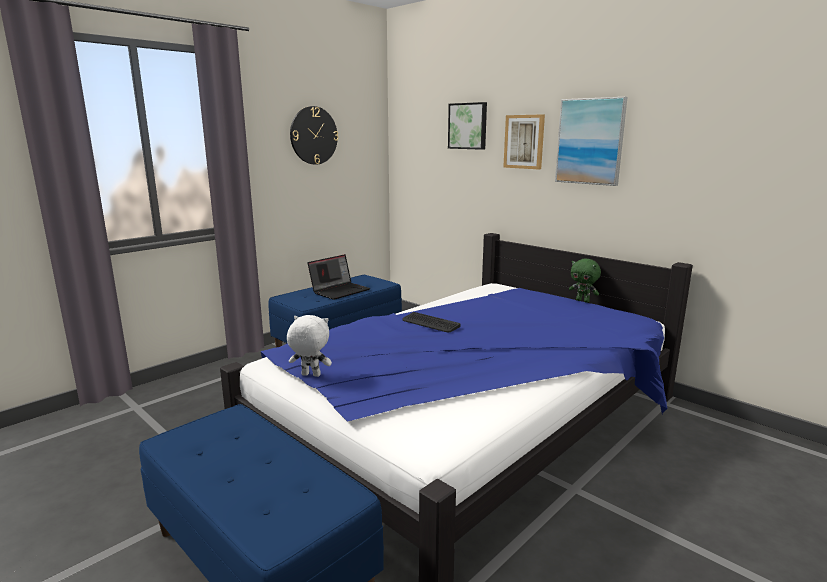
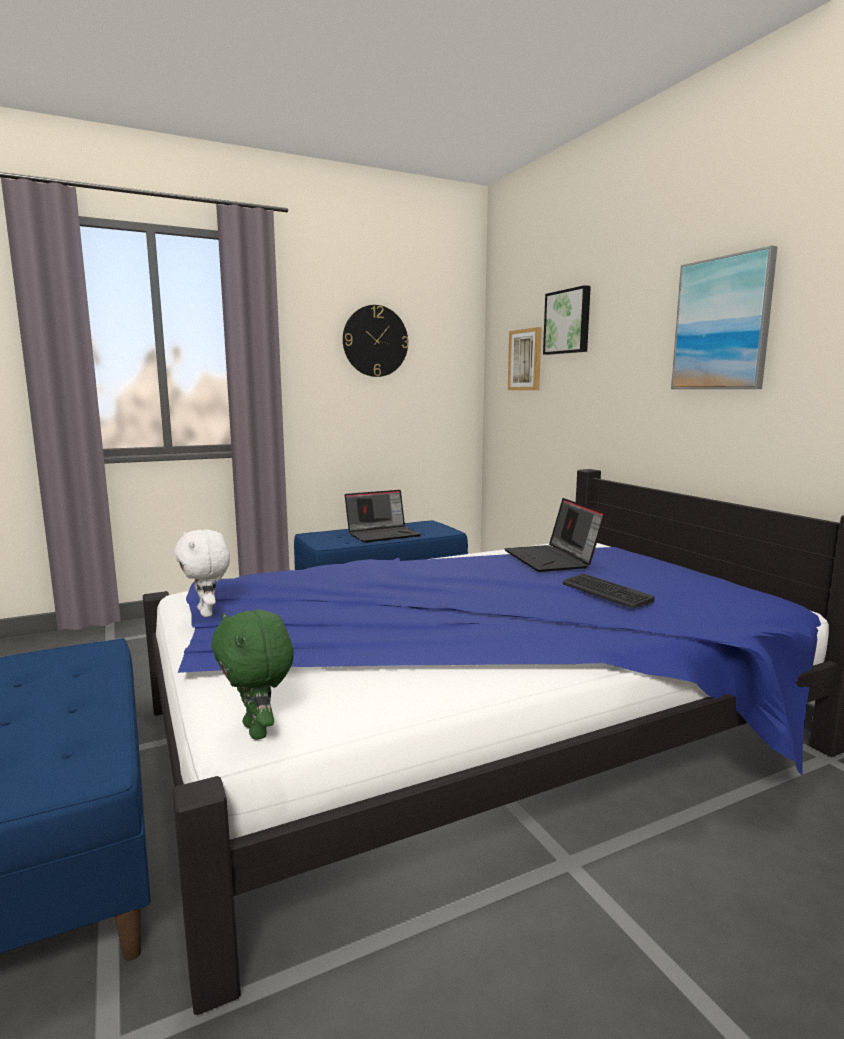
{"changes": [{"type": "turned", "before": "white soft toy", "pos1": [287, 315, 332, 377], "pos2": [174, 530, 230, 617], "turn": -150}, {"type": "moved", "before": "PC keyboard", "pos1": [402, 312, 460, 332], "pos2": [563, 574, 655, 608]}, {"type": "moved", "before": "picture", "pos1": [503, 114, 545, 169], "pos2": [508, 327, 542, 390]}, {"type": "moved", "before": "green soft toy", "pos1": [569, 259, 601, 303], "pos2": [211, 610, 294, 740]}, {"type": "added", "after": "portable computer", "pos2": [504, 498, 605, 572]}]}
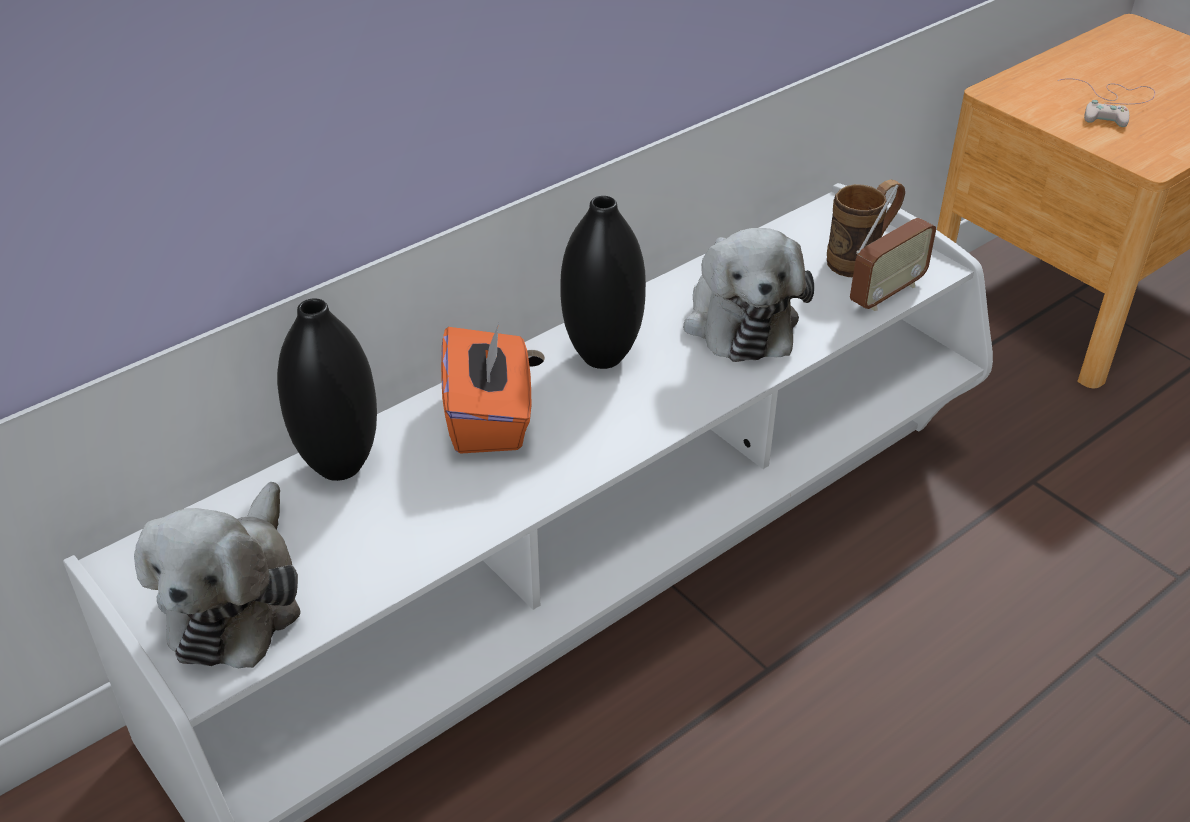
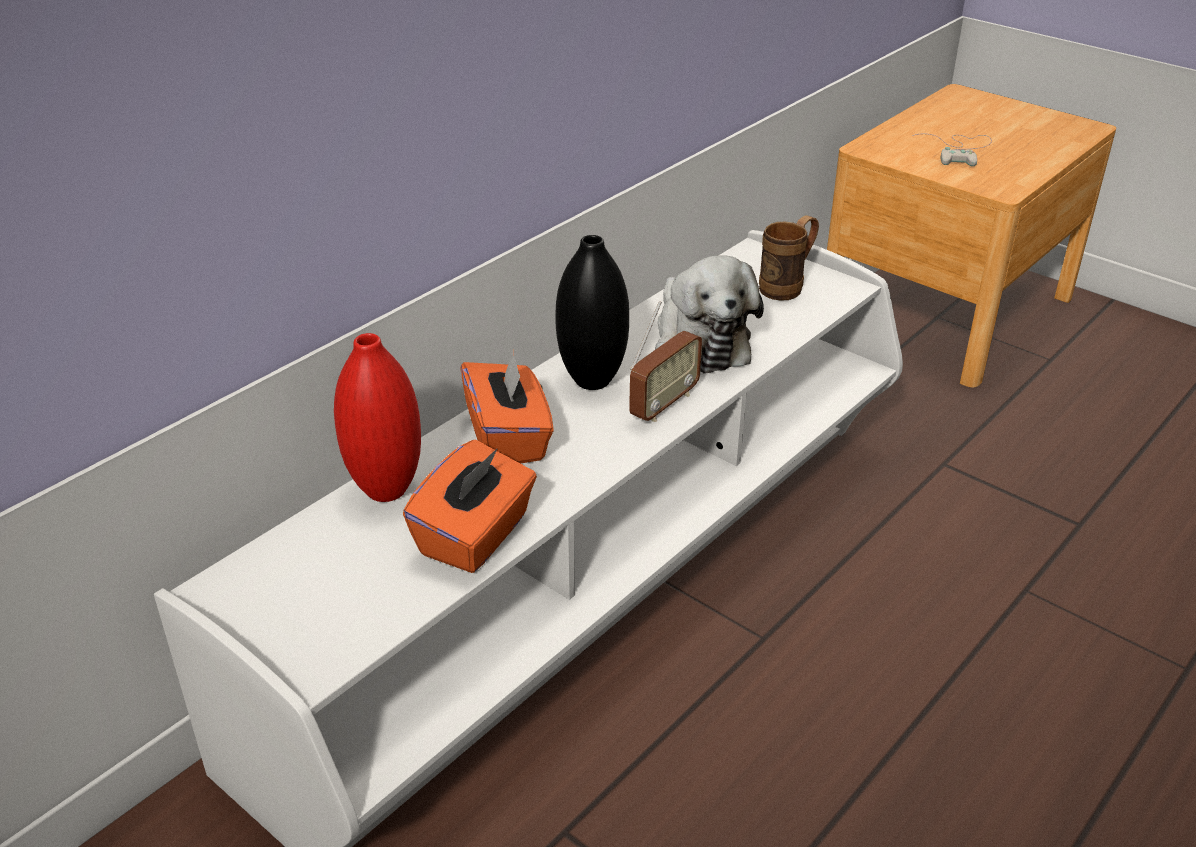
{"changes": [{"type": "removed", "before": "soft toy", "pos1": [134, 482, 301, 668]}, {"type": "recoloured", "before": "black flower vase", "after": "red-coloured flower vase", "pos1": [277, 298, 377, 481], "pos2": [334, 333, 421, 502]}, {"type": "moved", "before": "radio set", "pos1": [850, 184, 936, 311], "pos2": [629, 301, 702, 422]}, {"type": "added", "after": "orange-coloured tissue box", "pos2": [403, 439, 537, 573]}]}
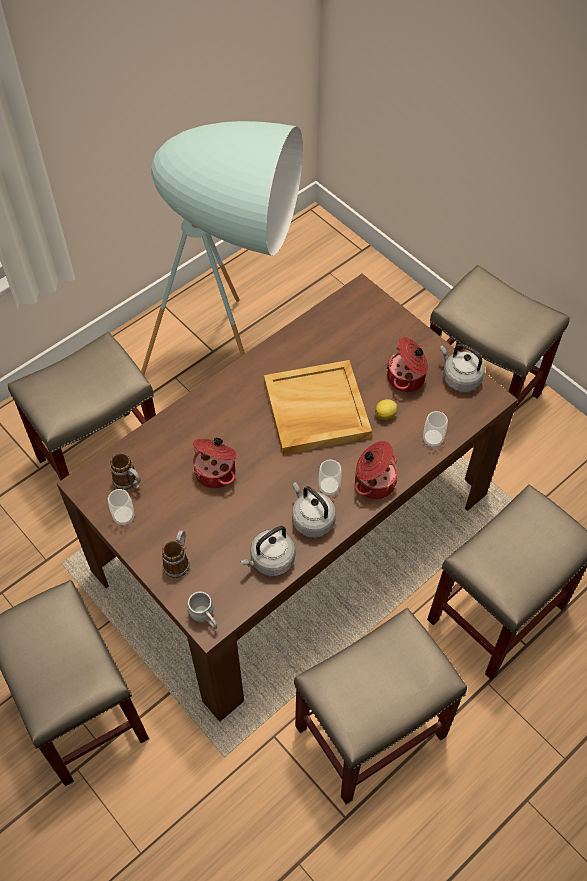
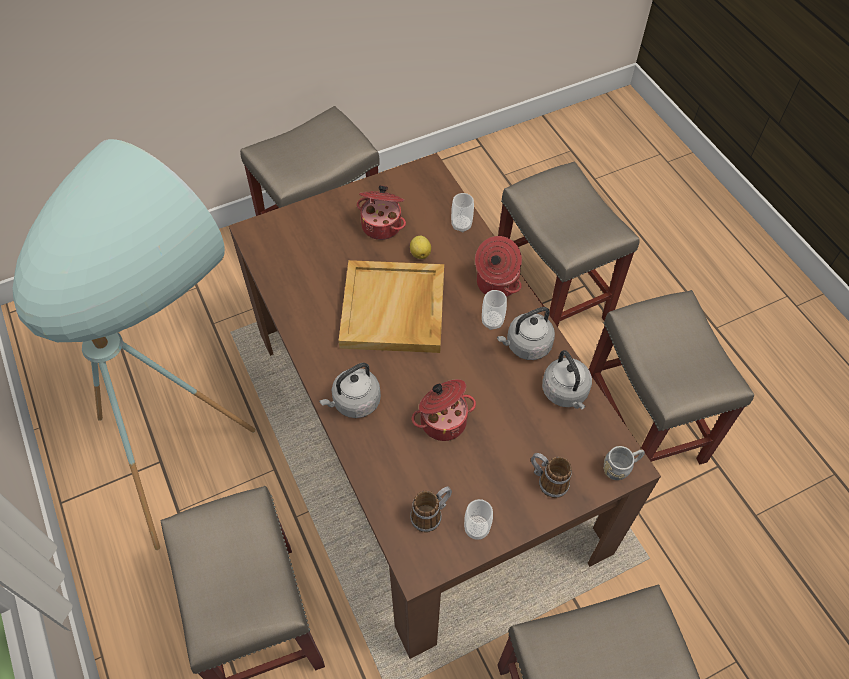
{"changes": [{"type": "moved", "before": "grey kettle", "pos1": [440, 344, 485, 392], "pos2": [319, 363, 381, 418]}]}
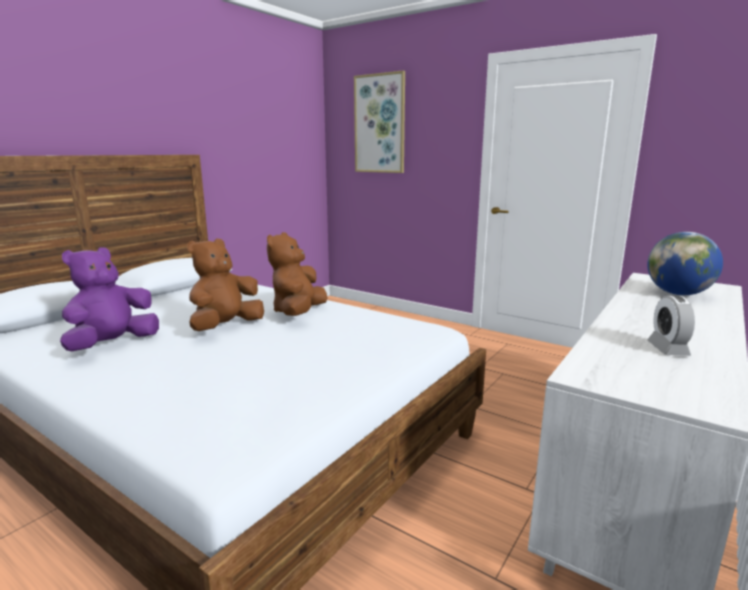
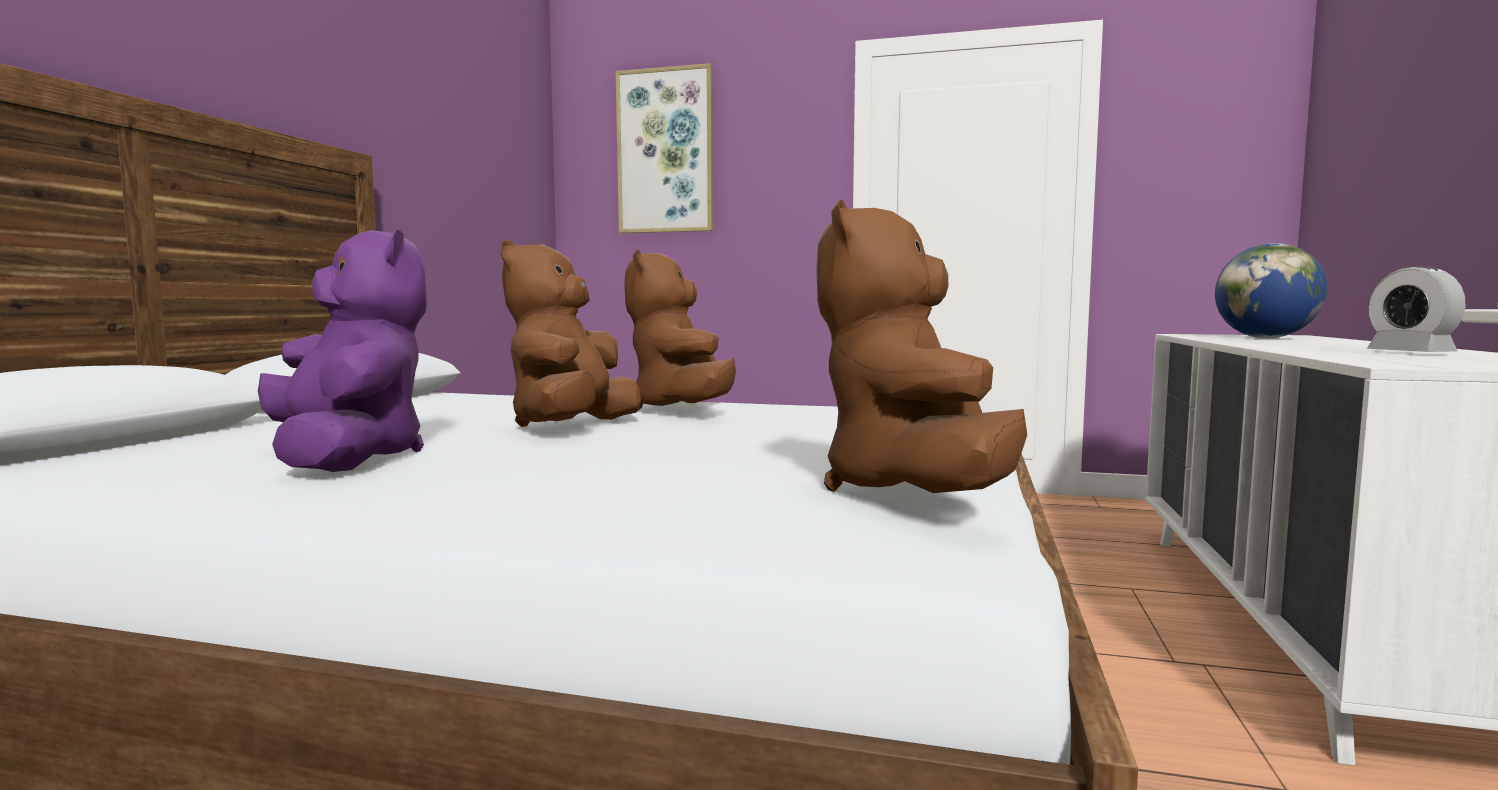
{"changes": [{"type": "turned", "before": "purple-coloured soft toy", "pos1": [60, 247, 159, 351], "pos2": [258, 229, 427, 472], "turn": 135}, {"type": "added", "after": "brown-coloured soft toy", "pos2": [816, 199, 1027, 493]}]}
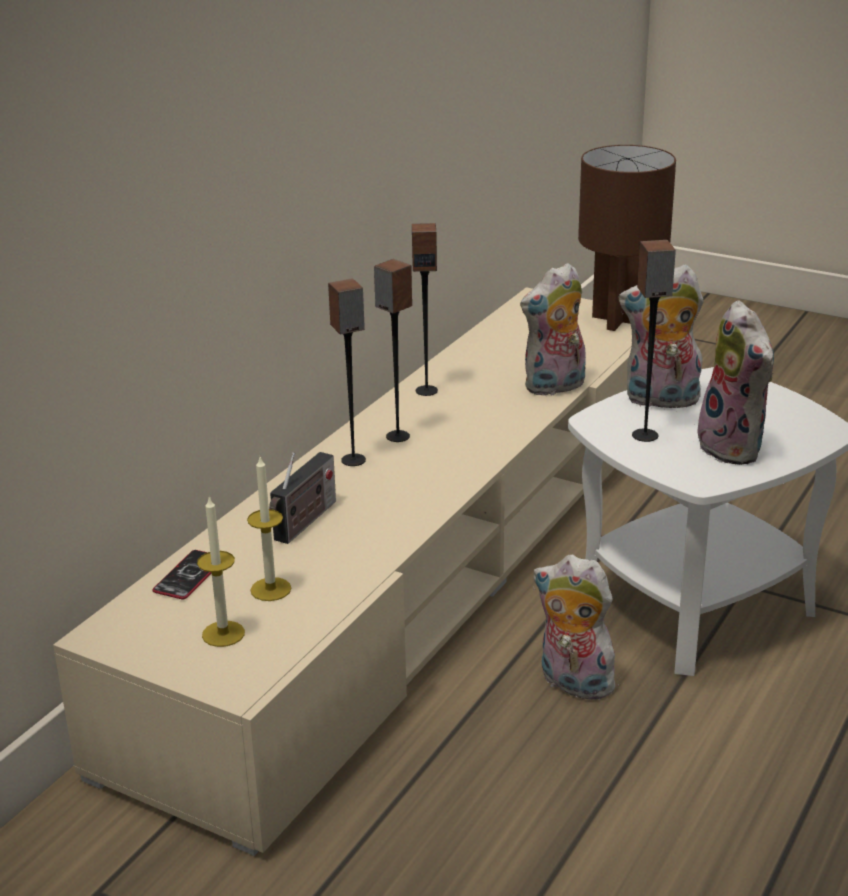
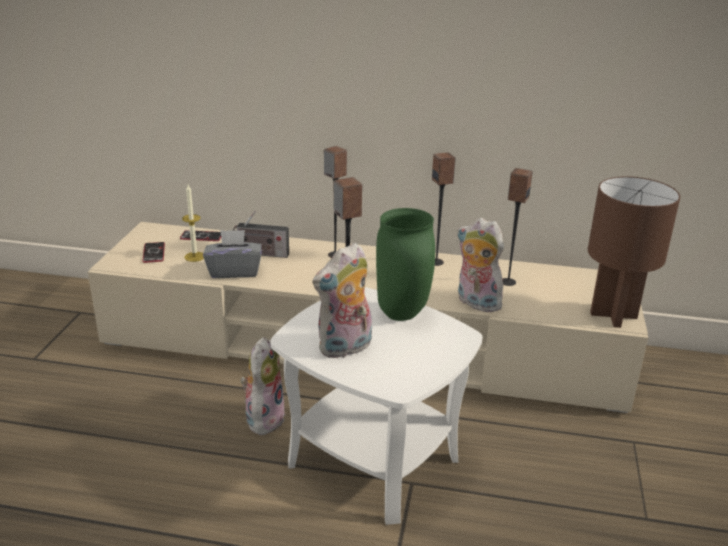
{"changes": [{"type": "replaced", "before": "wax light", "after": "telephone", "pos1": [197, 496, 245, 647], "pos2": [142, 242, 165, 263]}, {"type": "moved", "before": "speaker", "pos1": [374, 259, 412, 442], "pos2": [503, 168, 533, 286]}, {"type": "replaced", "before": "soft toy", "after": "green flower vase", "pos1": [619, 264, 704, 412], "pos2": [376, 208, 435, 321]}, {"type": "added", "after": "grey tissue box", "pos2": [203, 230, 262, 278]}]}
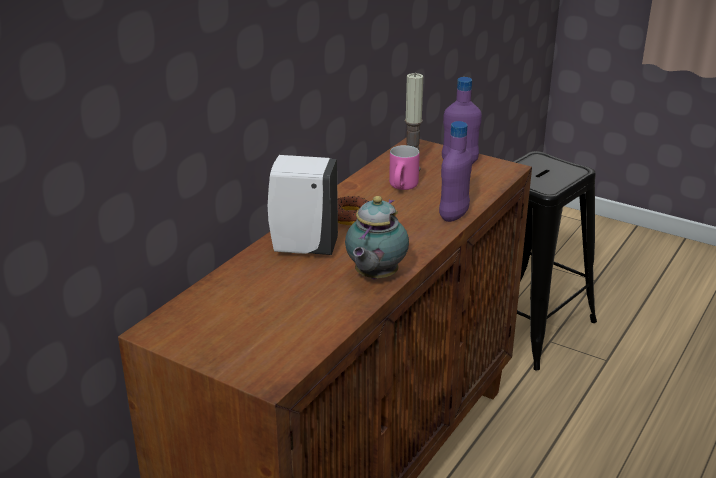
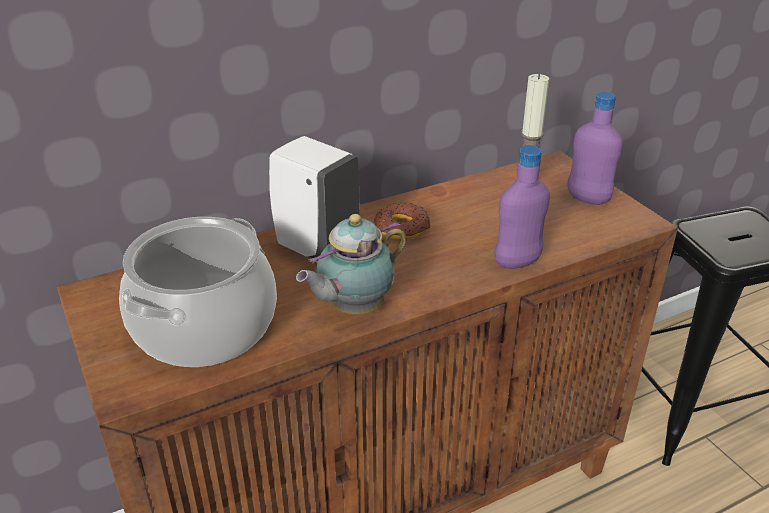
{"changes": [{"type": "removed", "before": "pink coffee mug", "pos1": [389, 145, 420, 190]}, {"type": "added", "after": "cooking pot", "pos2": [119, 217, 277, 367]}]}
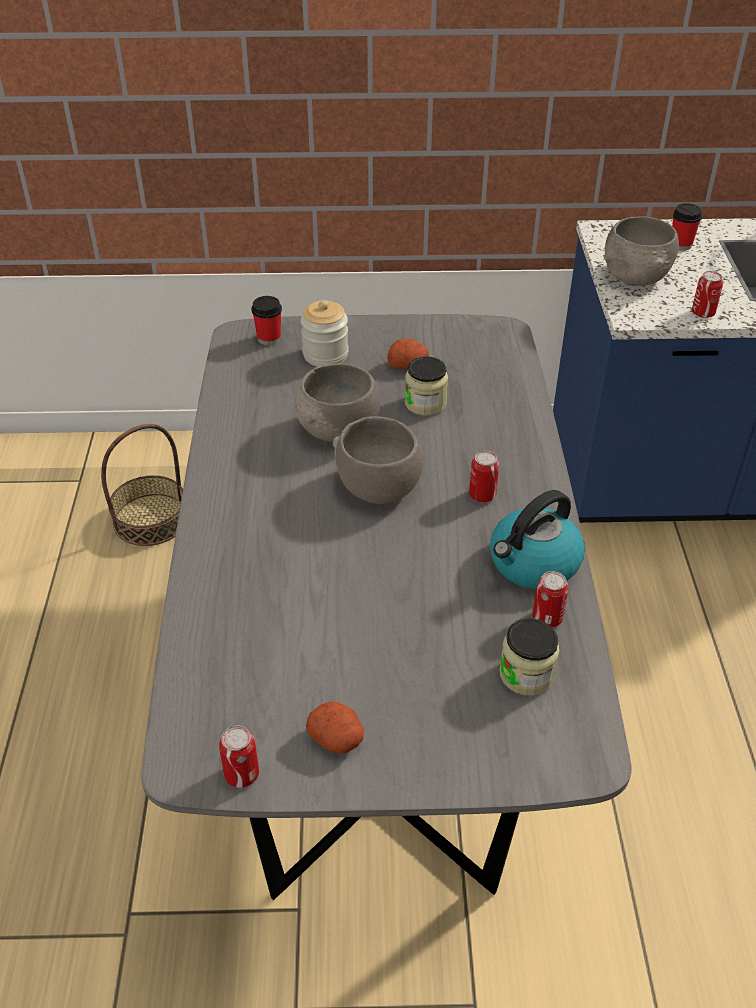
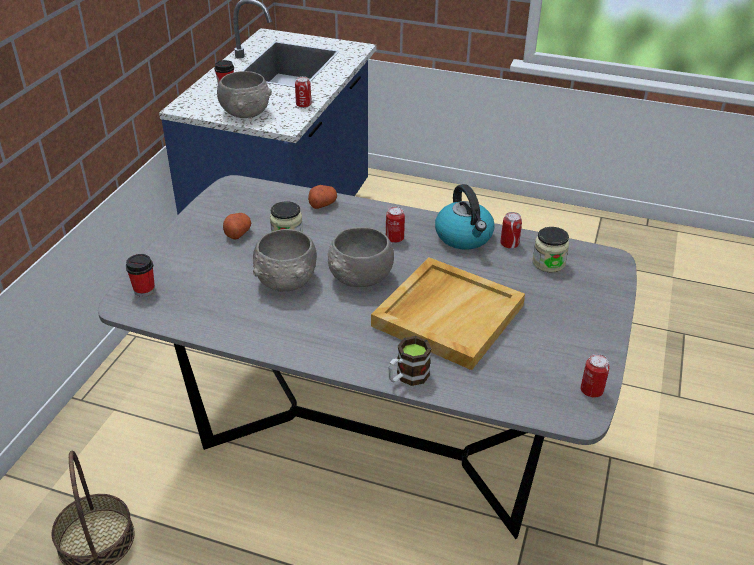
{"changes": [{"type": "removed", "before": "storage jar", "pos1": [301, 300, 348, 366]}, {"type": "moved", "before": "whole potato", "pos1": [306, 702, 364, 754], "pos2": [308, 185, 337, 209]}, {"type": "added", "after": "sand-coloured serving tray", "pos2": [371, 257, 525, 370]}, {"type": "added", "after": "coffee mug", "pos2": [388, 336, 431, 386]}]}
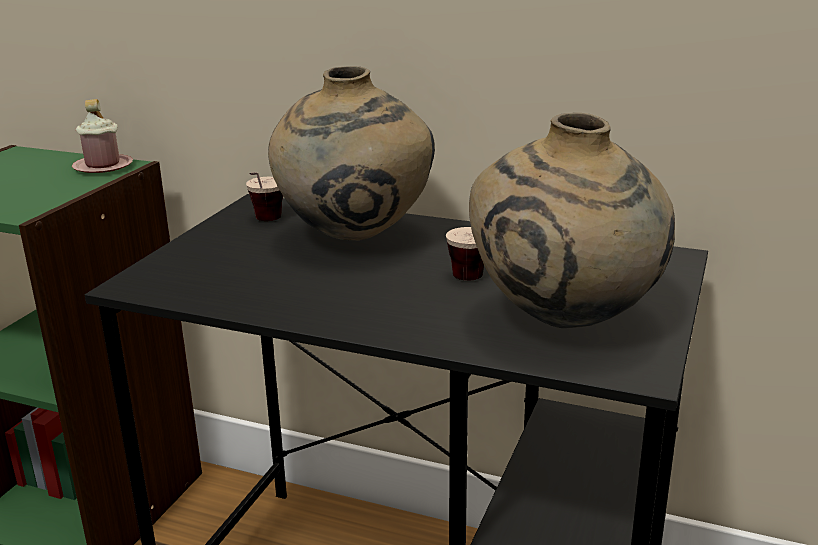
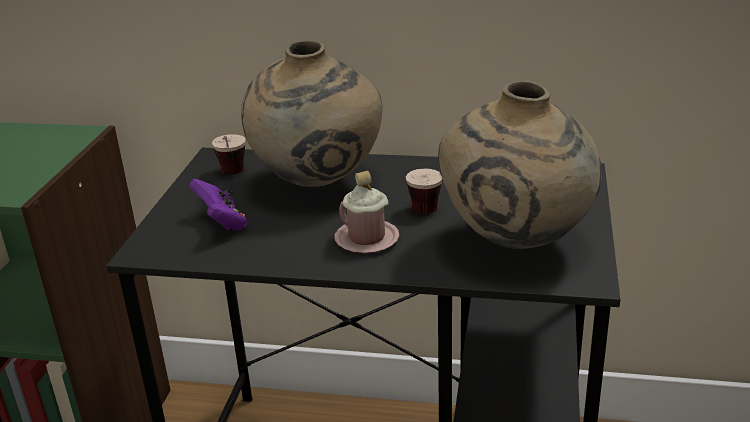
{"changes": [{"type": "moved", "before": "pink coffee mug", "pos1": [72, 99, 133, 173], "pos2": [334, 171, 399, 253]}, {"type": "added", "after": "purple-coloured gamepad", "pos2": [189, 179, 247, 231]}]}
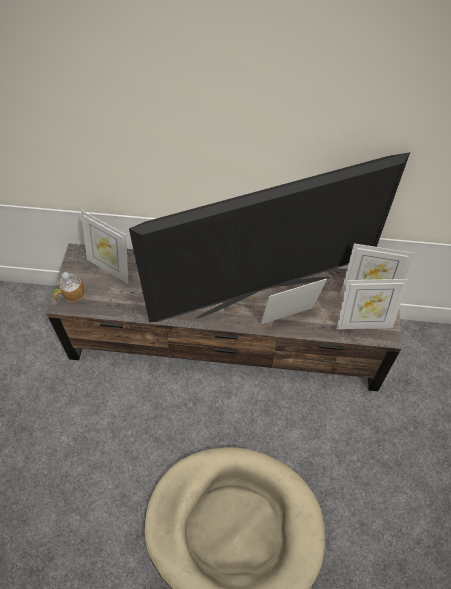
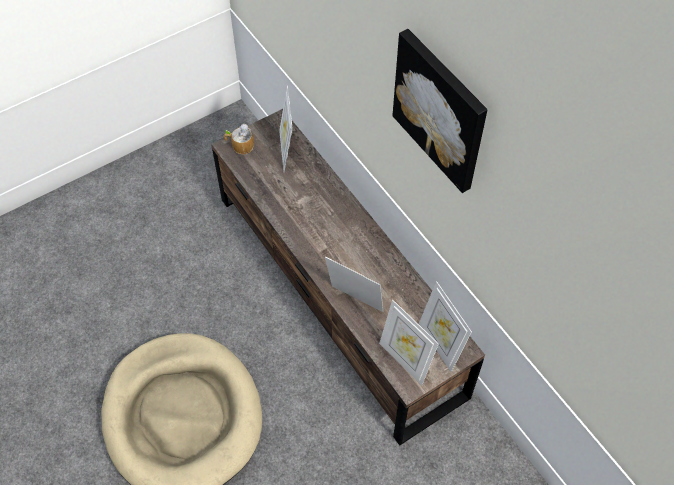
{"changes": [{"type": "removed", "before": "television", "pos1": [129, 152, 410, 322]}, {"type": "added", "after": "picture", "pos2": [393, 29, 488, 193]}]}
